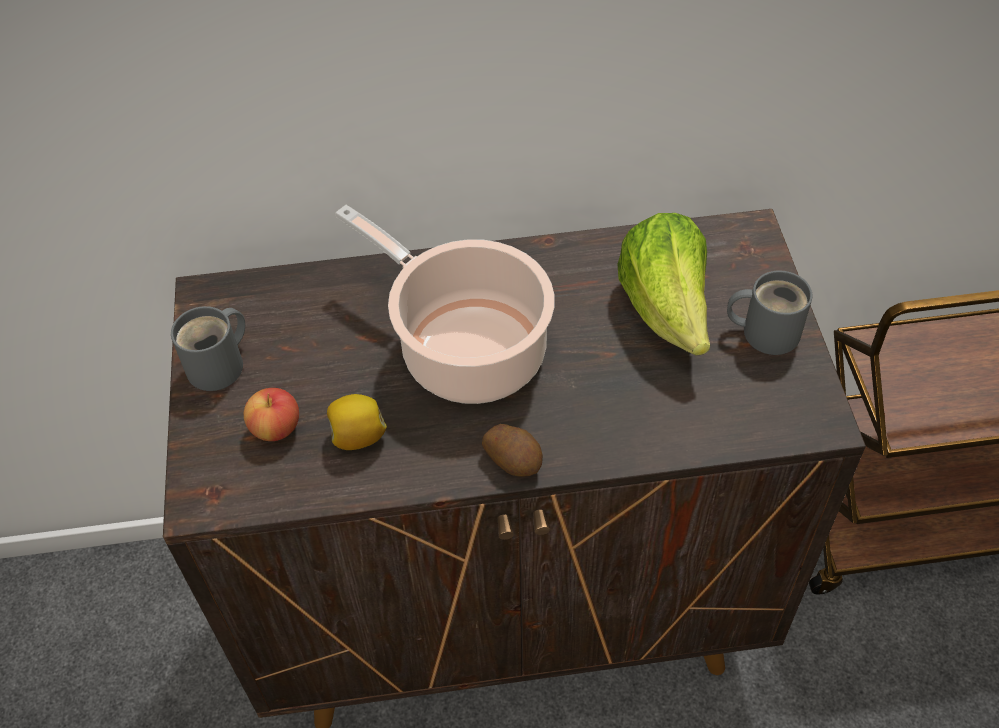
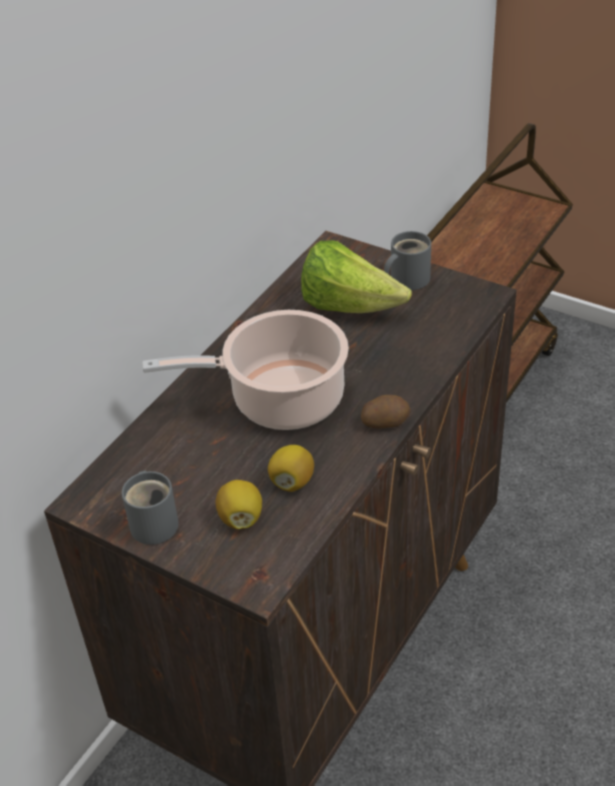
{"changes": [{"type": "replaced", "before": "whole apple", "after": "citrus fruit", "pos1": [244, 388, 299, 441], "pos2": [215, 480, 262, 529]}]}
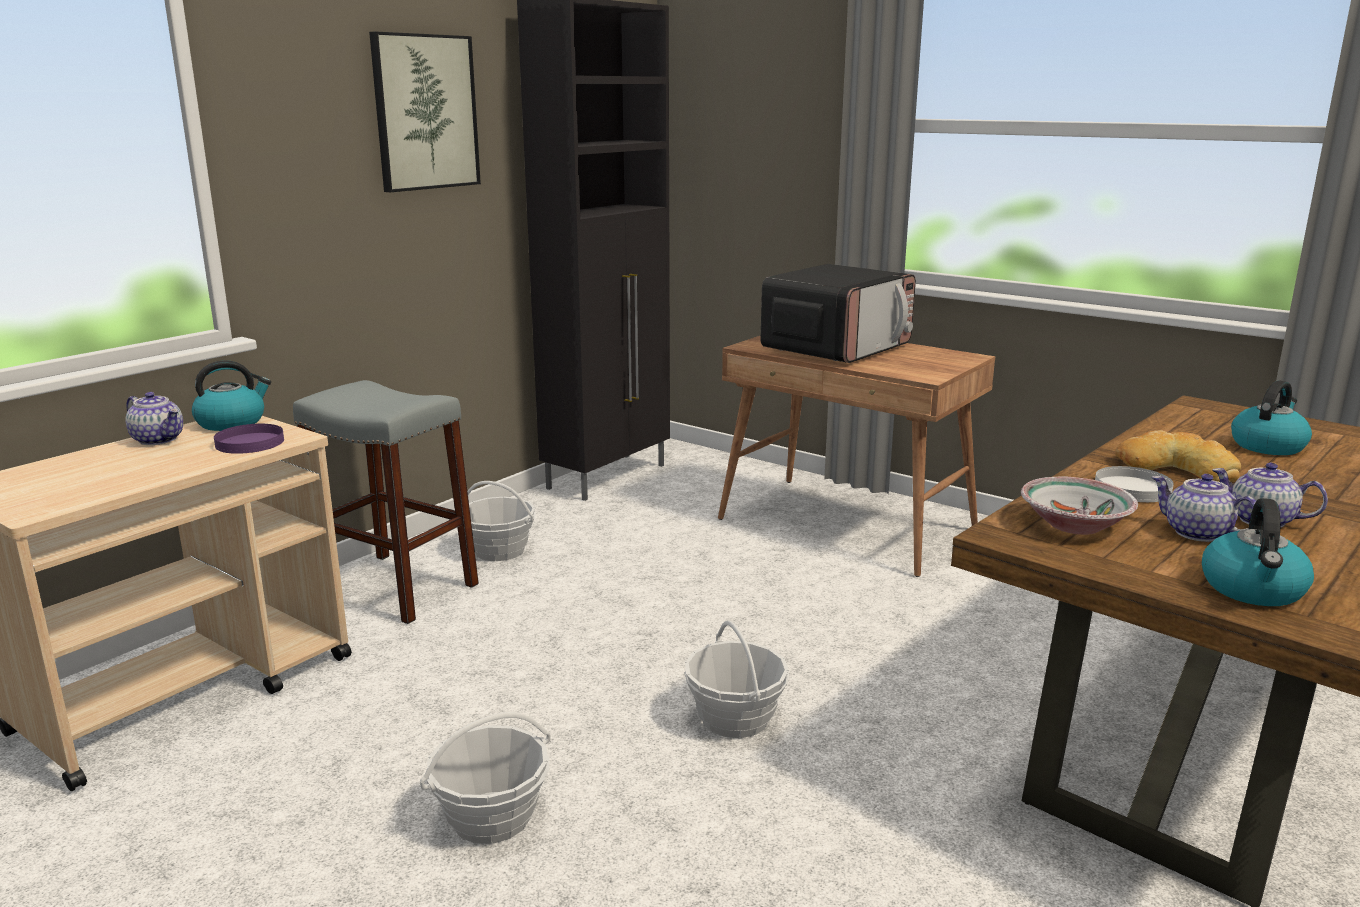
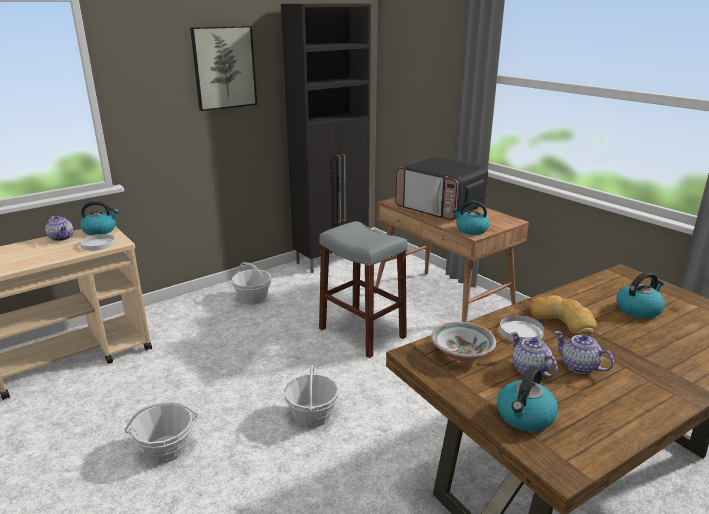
{"changes": [{"type": "recoloured", "before": "purple-coloured flat dish", "after": "white flat dish", "pos1": [214, 424, 284, 454], "pos2": [80, 234, 115, 251]}, {"type": "moved", "before": "grey stool", "pos1": [293, 380, 479, 624], "pos2": [319, 221, 408, 358]}, {"type": "turned", "before": "microwave", "pos1": [761, 264, 916, 363], "pos2": [395, 157, 488, 220], "turn": 75}, {"type": "added", "after": "kettle", "pos2": [453, 201, 489, 235]}]}
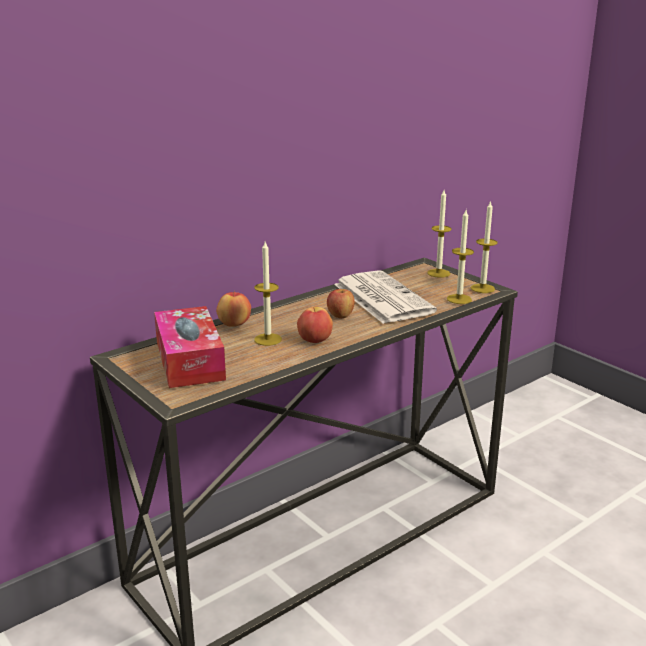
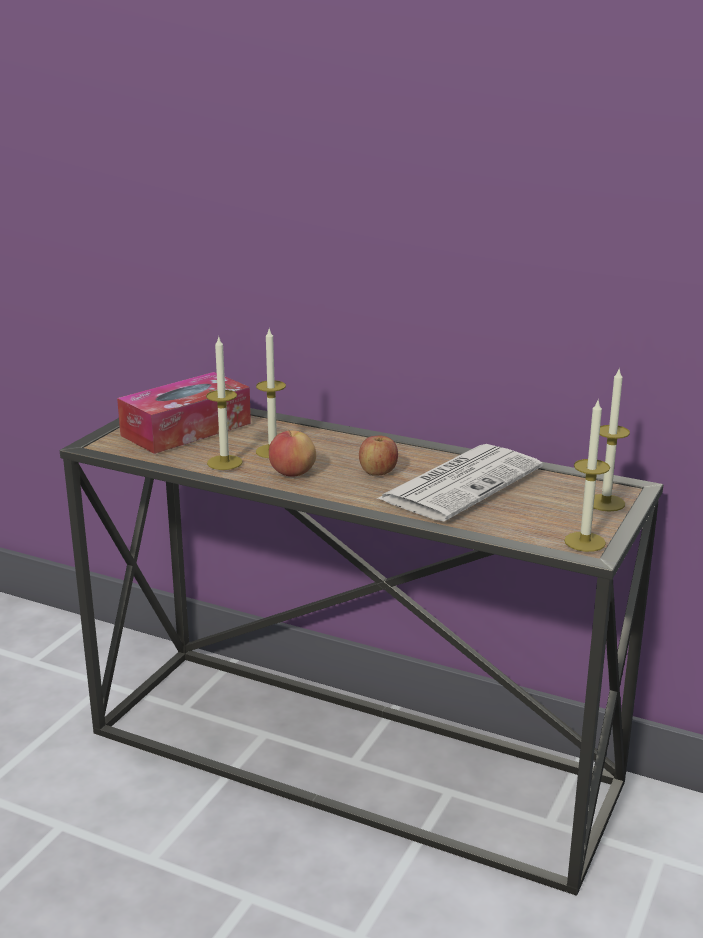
{"changes": [{"type": "removed", "before": "whole apple", "pos1": [216, 291, 251, 327]}, {"type": "moved", "before": "wax light", "pos1": [447, 210, 474, 304], "pos2": [206, 335, 243, 470]}]}
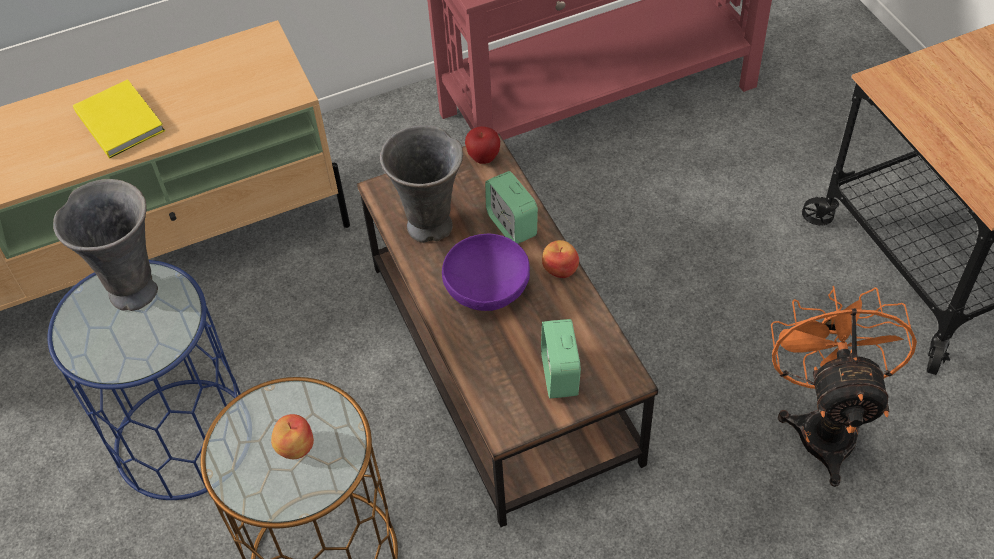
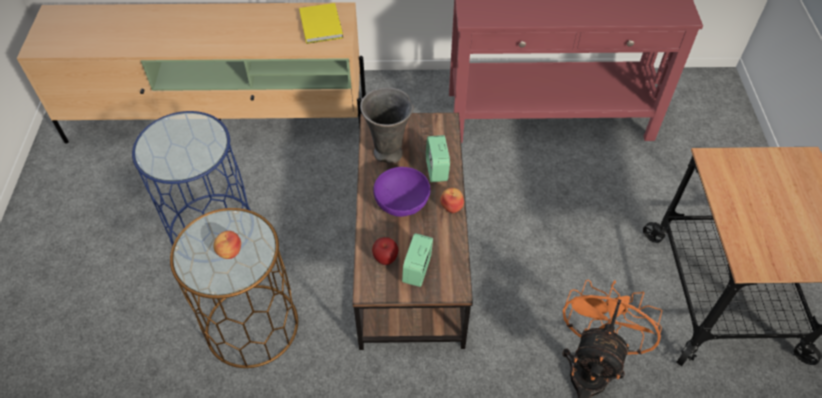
{"changes": [{"type": "removed", "before": "grey flower vase", "pos1": [53, 179, 158, 311]}, {"type": "moved", "before": "yellowish book", "pos1": [73, 79, 165, 159], "pos2": [299, 3, 343, 44]}, {"type": "moved", "before": "whole apple", "pos1": [465, 126, 500, 164], "pos2": [372, 237, 399, 265]}]}
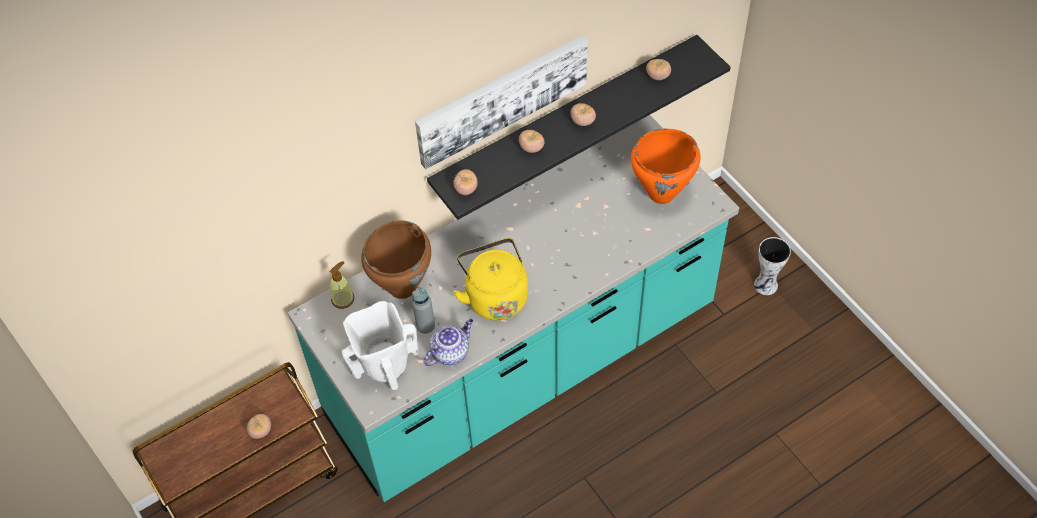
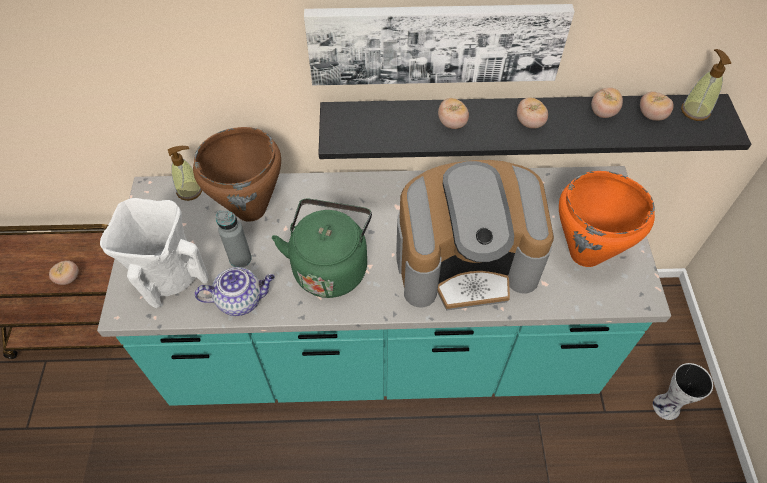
{"changes": [{"type": "moved", "before": "fresh tomato", "pos1": [453, 169, 478, 195], "pos2": [591, 87, 623, 118]}, {"type": "recoloured", "before": "yellowish kettle", "after": "green kettle", "pos1": [453, 238, 528, 320], "pos2": [272, 199, 372, 298]}, {"type": "added", "after": "coffee maker", "pos2": [396, 160, 554, 310]}, {"type": "added", "after": "soap dispenser", "pos2": [681, 49, 731, 121]}]}
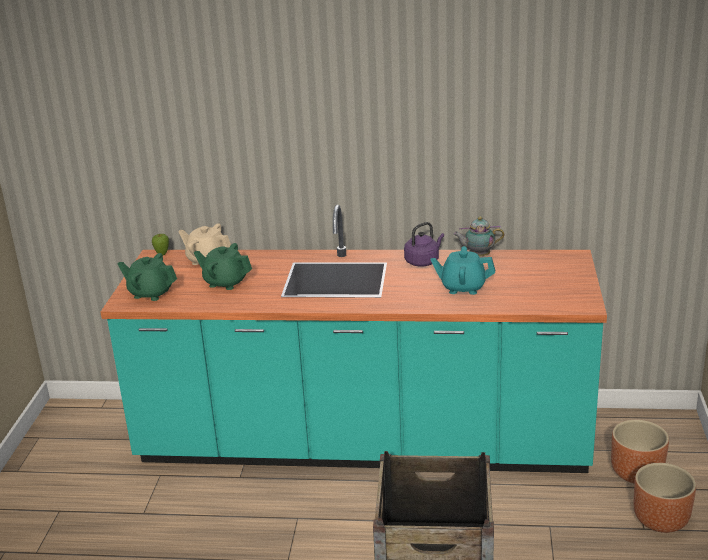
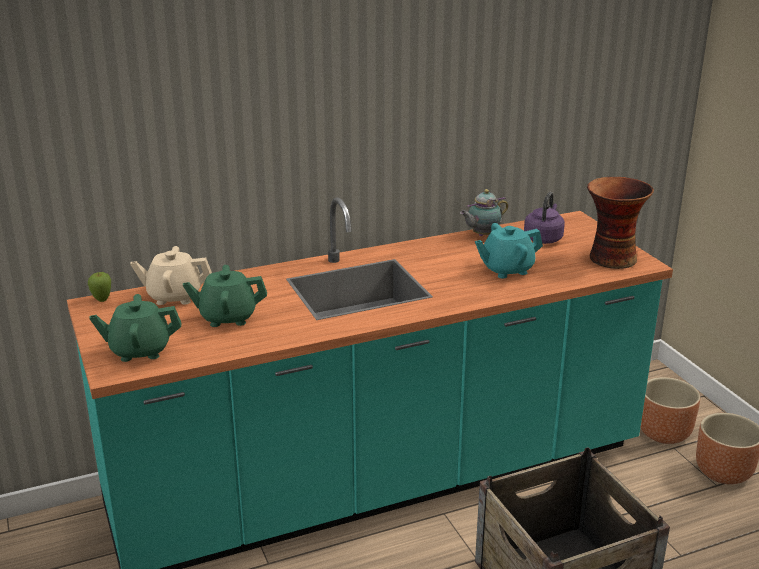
{"changes": [{"type": "moved", "before": "purple-coloured kettle", "pos1": [404, 222, 444, 266], "pos2": [524, 192, 565, 244]}, {"type": "added", "after": "flower vase", "pos2": [587, 177, 654, 269]}]}
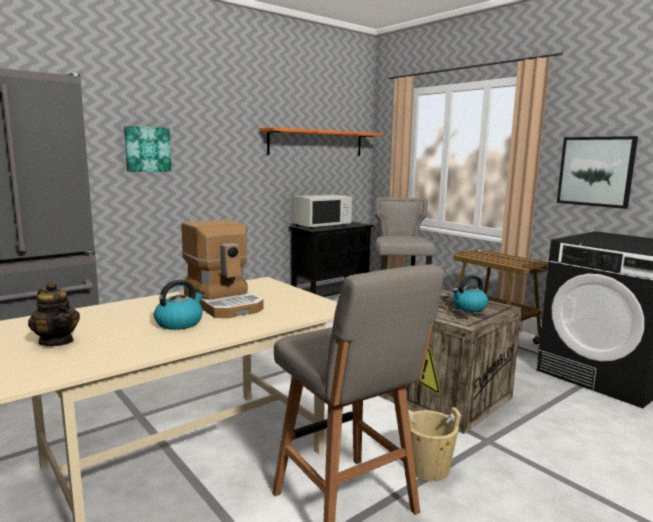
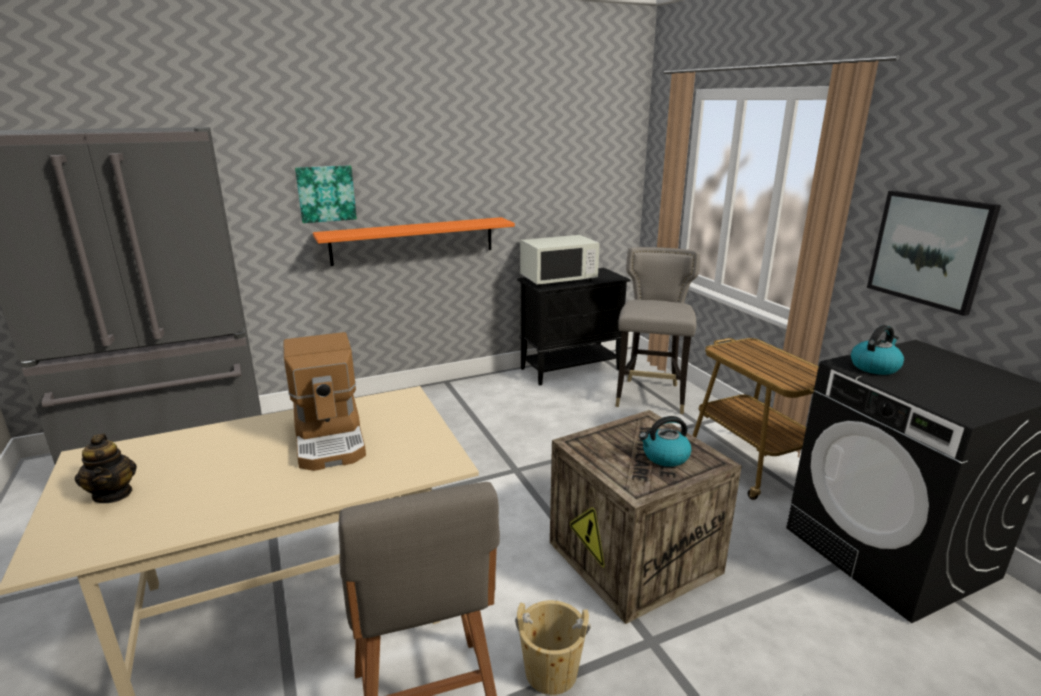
{"changes": [{"type": "moved", "before": "kettle", "pos1": [154, 280, 204, 330], "pos2": [851, 325, 904, 375]}, {"type": "moved", "before": "orange-coloured bracket shelf", "pos1": [259, 127, 382, 156], "pos2": [313, 217, 515, 266]}]}
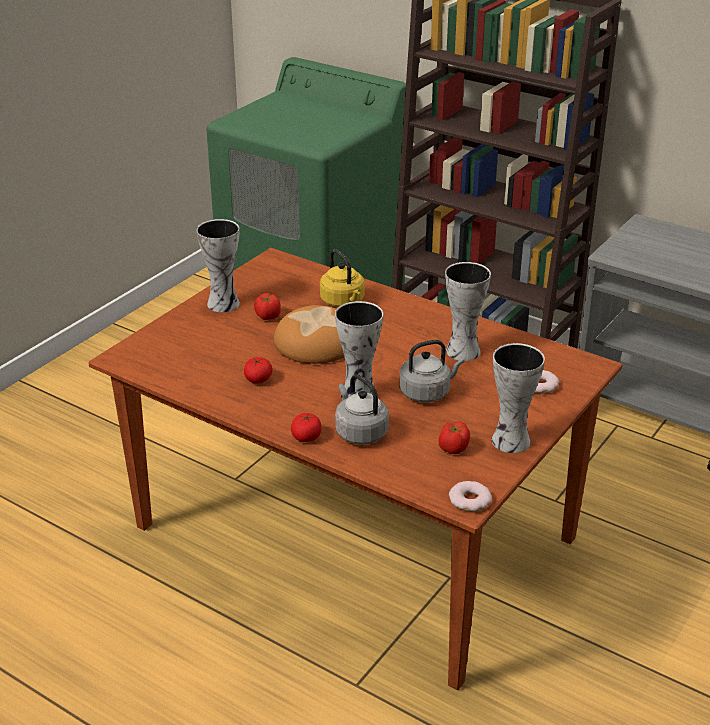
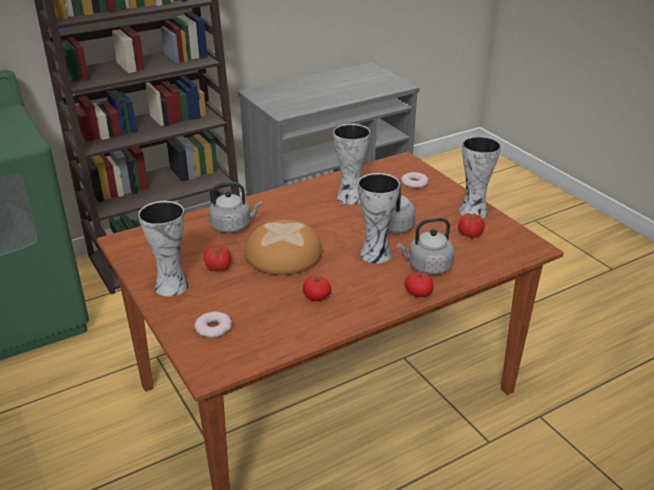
{"changes": [{"type": "recoloured", "before": "yellowish kettle", "after": "grey kettle", "pos1": [320, 249, 365, 308], "pos2": [208, 182, 262, 233]}, {"type": "moved", "before": "ring doughnut", "pos1": [449, 481, 492, 512], "pos2": [195, 311, 232, 338]}]}
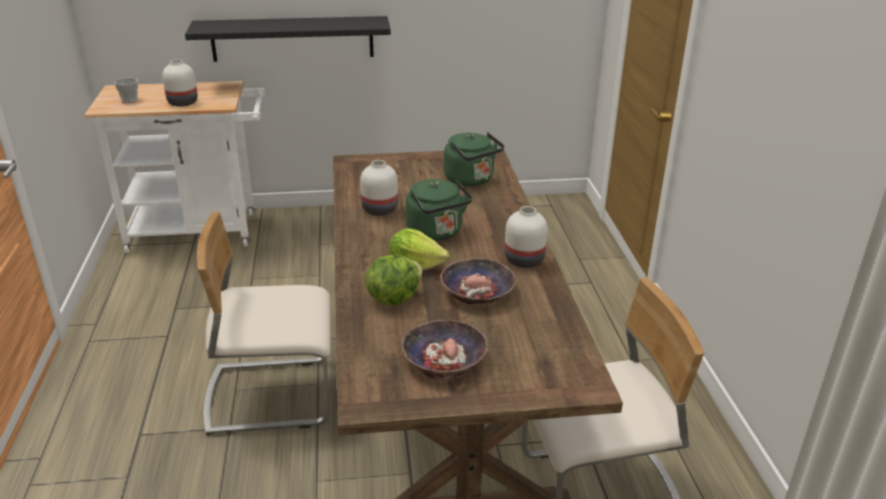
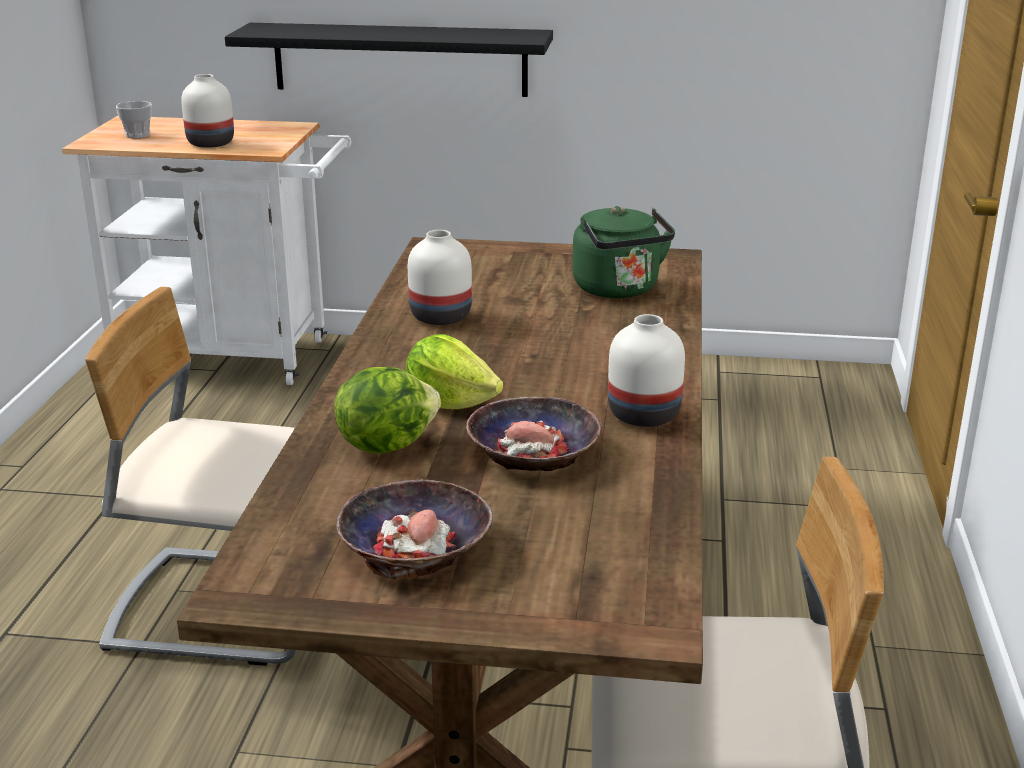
{"changes": [{"type": "removed", "before": "green kettle", "pos1": [406, 179, 472, 241]}]}
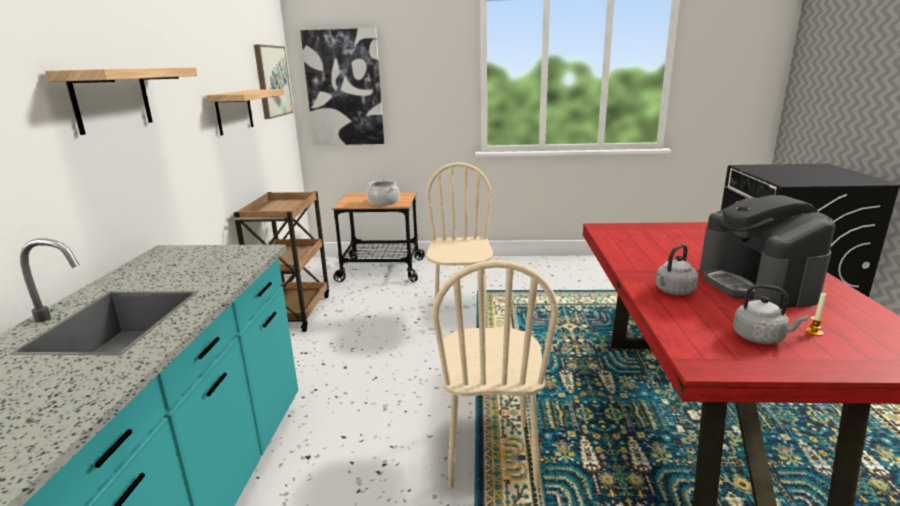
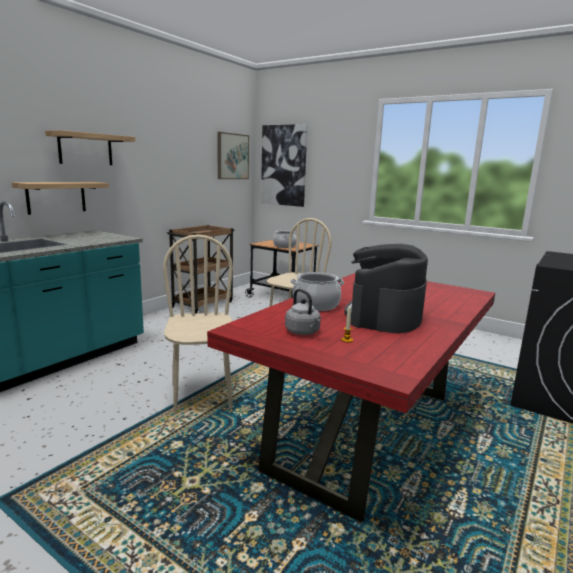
{"changes": [{"type": "moved", "before": "bracket shelf", "pos1": [206, 89, 285, 136], "pos2": [11, 182, 109, 215]}, {"type": "turned", "before": "sand-coloured upright chair", "pos1": [432, 260, 558, 488], "pos2": [163, 235, 233, 414], "turn": 135}, {"type": "replaced", "before": "grey kettle", "after": "cooking pot", "pos1": [656, 244, 699, 295], "pos2": [290, 272, 344, 311]}]}
